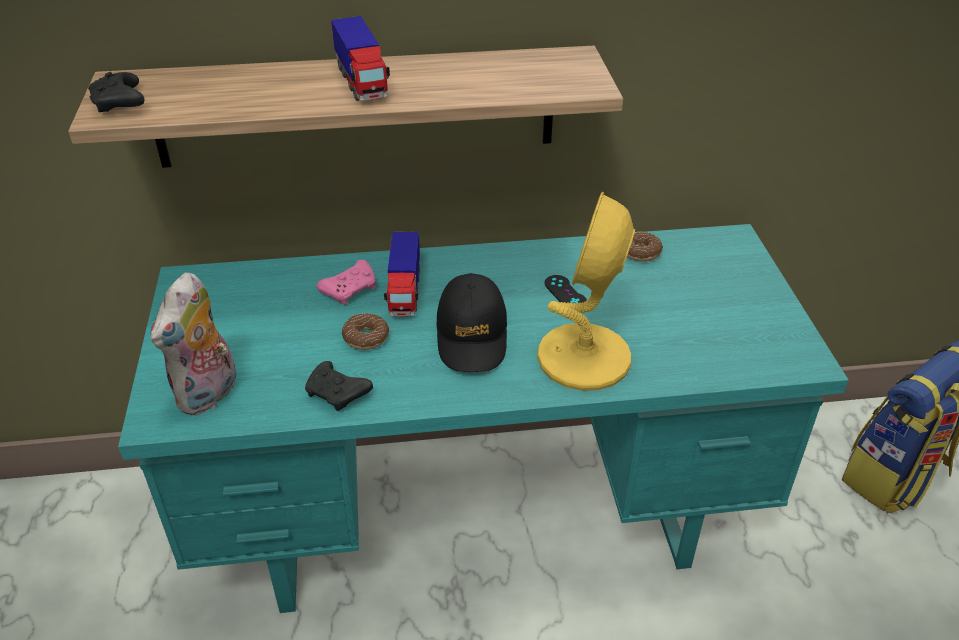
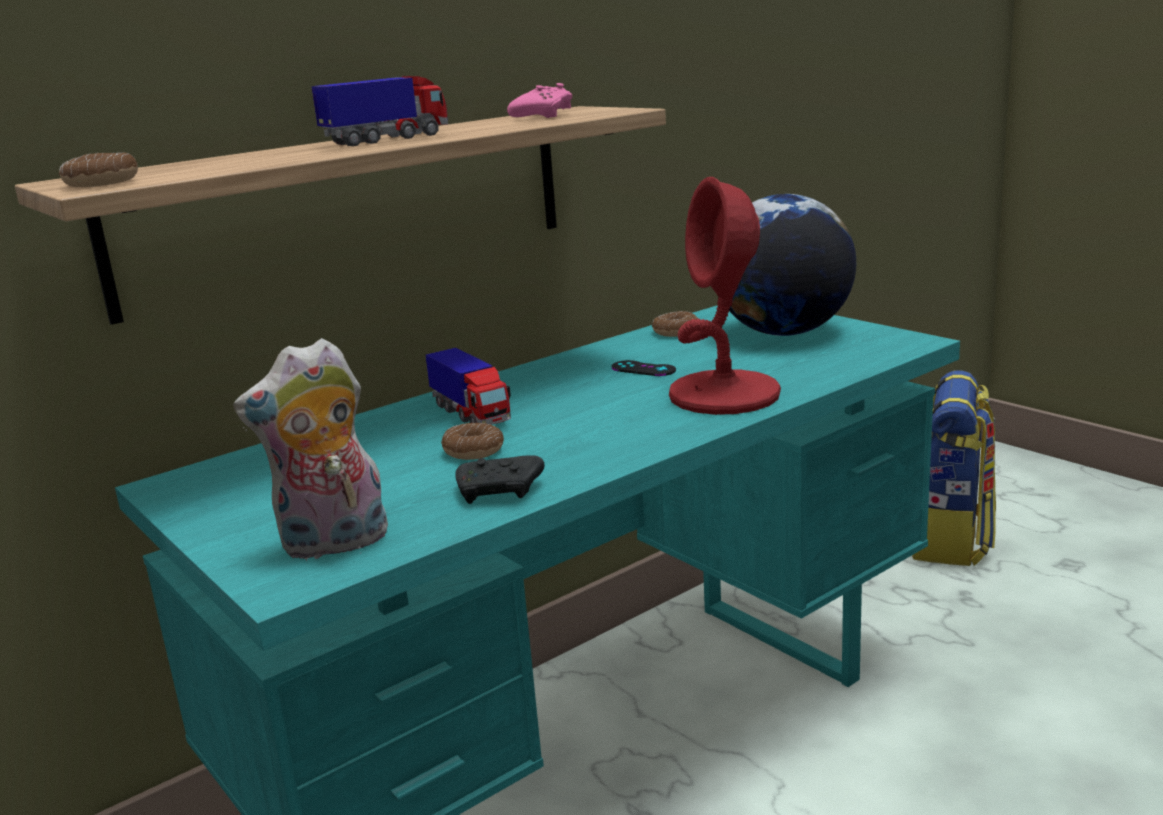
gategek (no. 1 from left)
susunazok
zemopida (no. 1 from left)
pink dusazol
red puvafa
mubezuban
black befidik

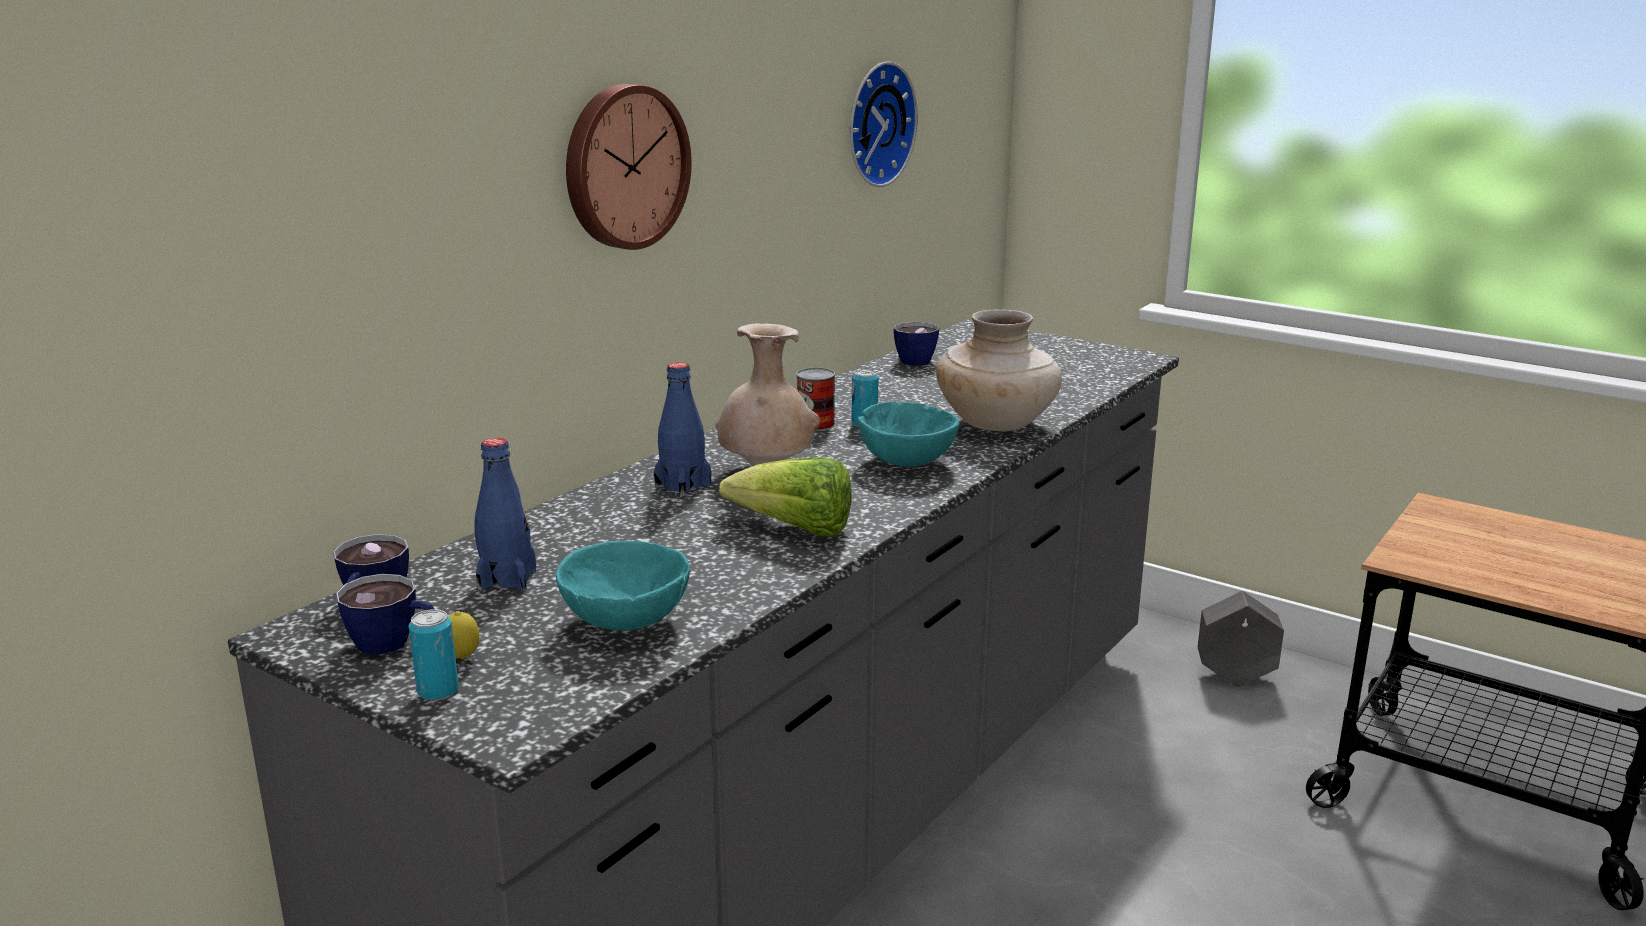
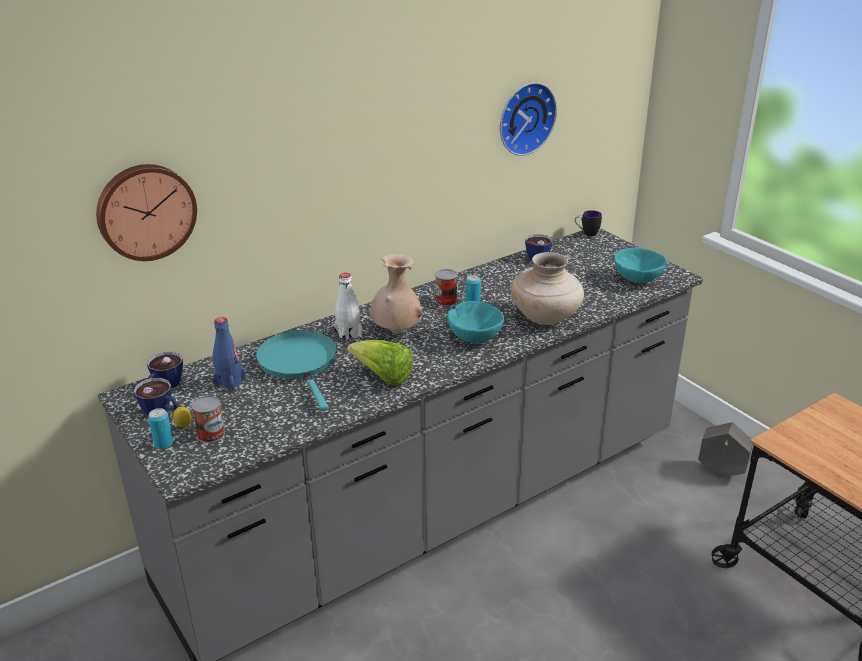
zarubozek (no. 1 from left)
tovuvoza (no. 2 from left)
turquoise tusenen
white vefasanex
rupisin
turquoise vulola (no. 2 from left)

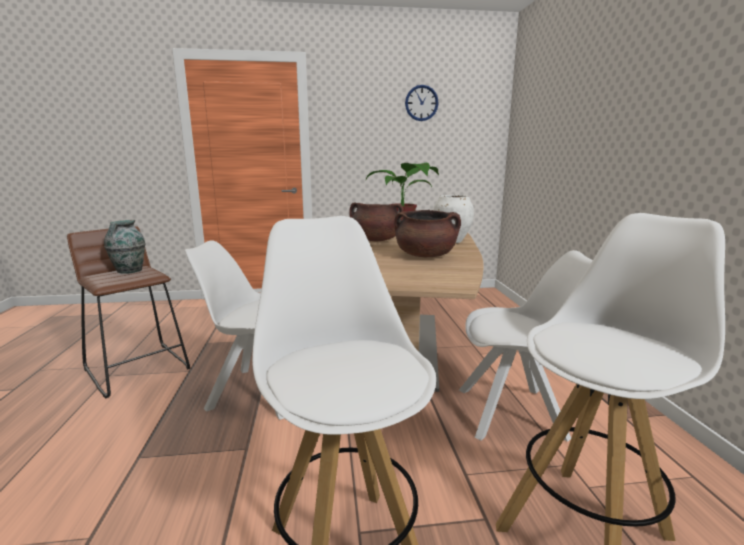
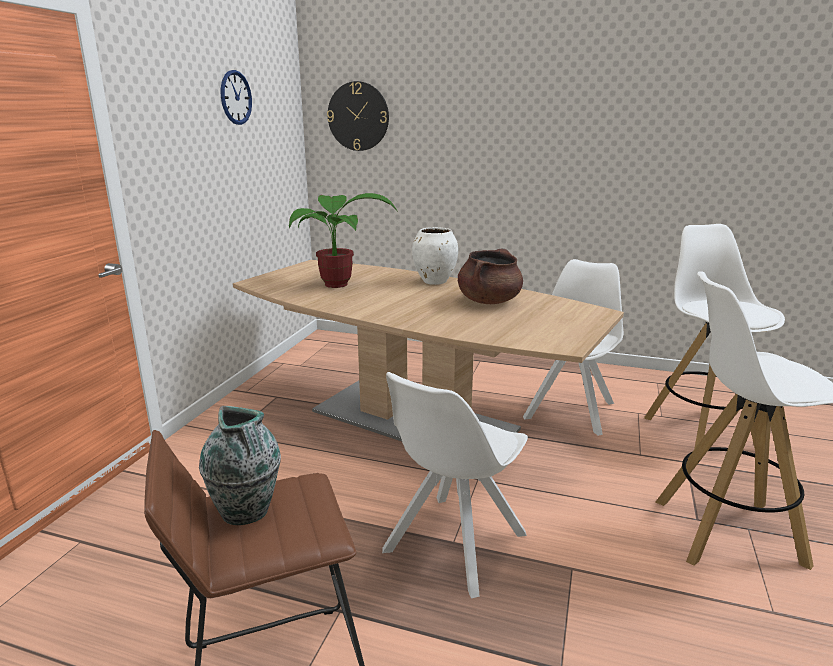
zarubozek (no. 2 from left)
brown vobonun (no. 1 from left in the first image)

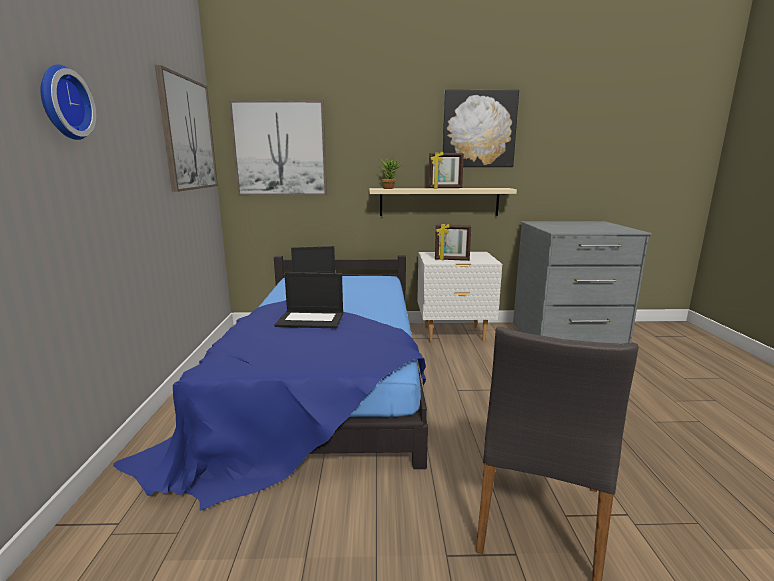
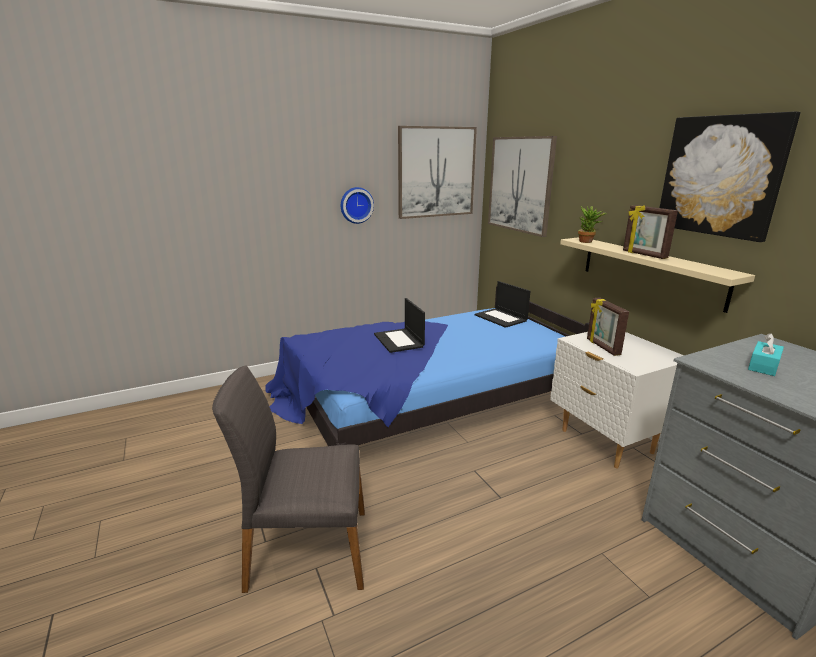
zarubozek
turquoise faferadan

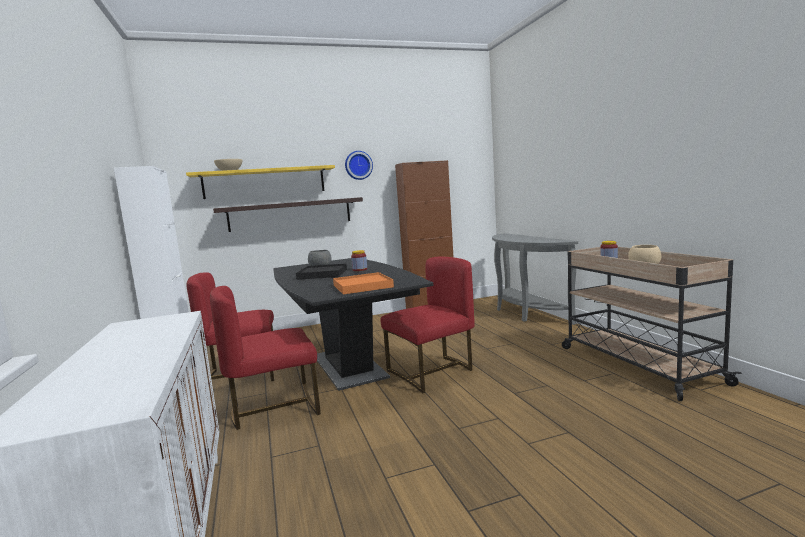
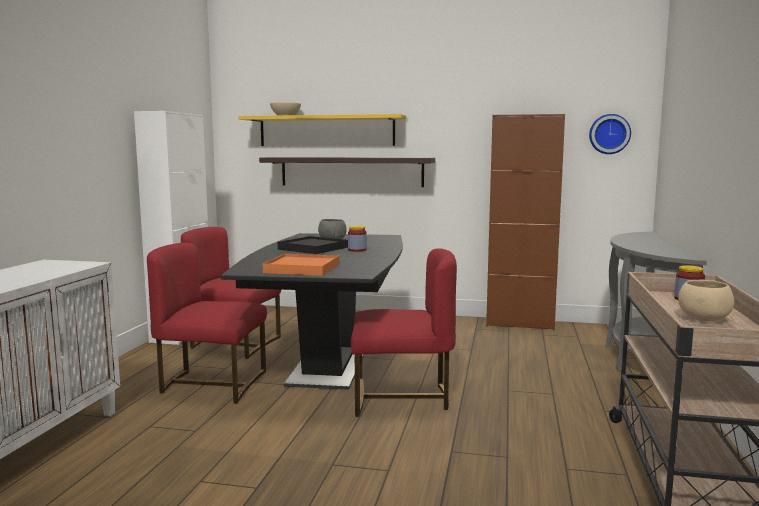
zarubozek

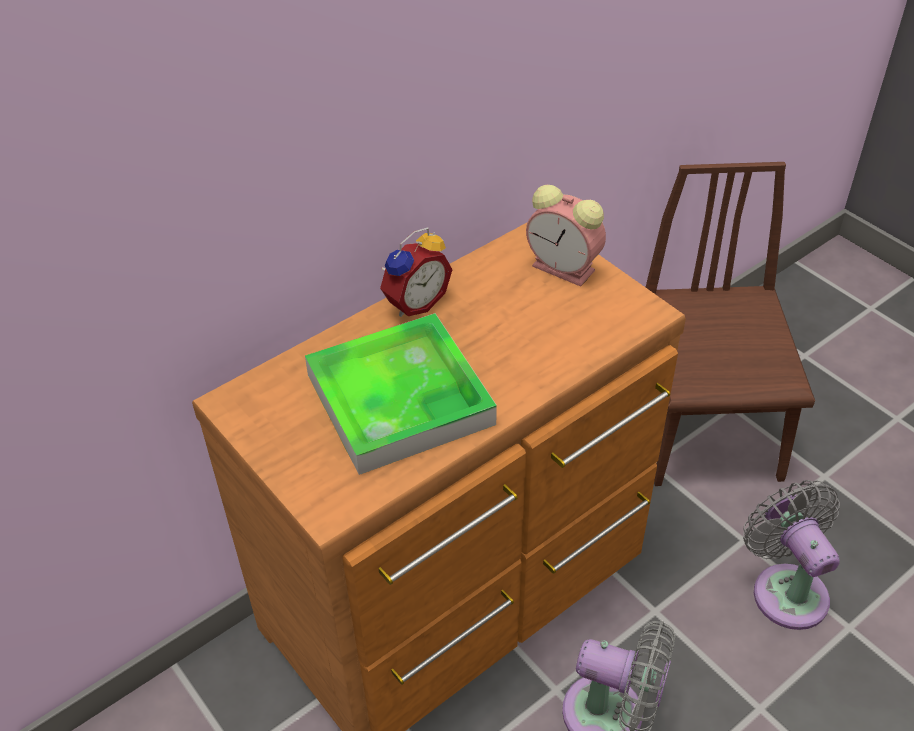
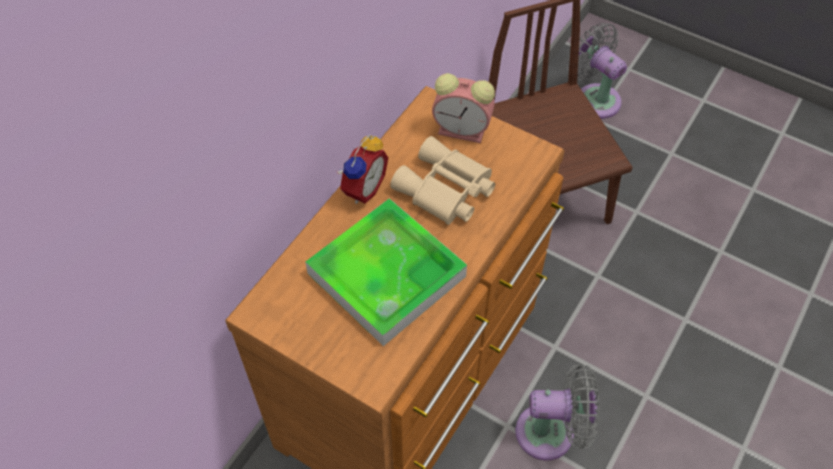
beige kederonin
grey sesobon (no. 2 from left)

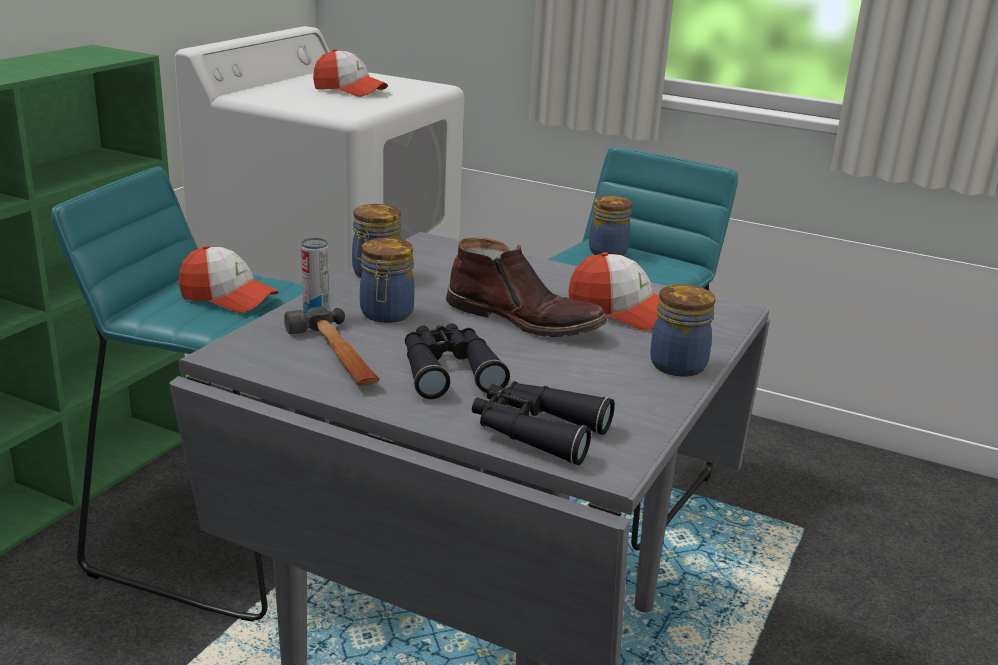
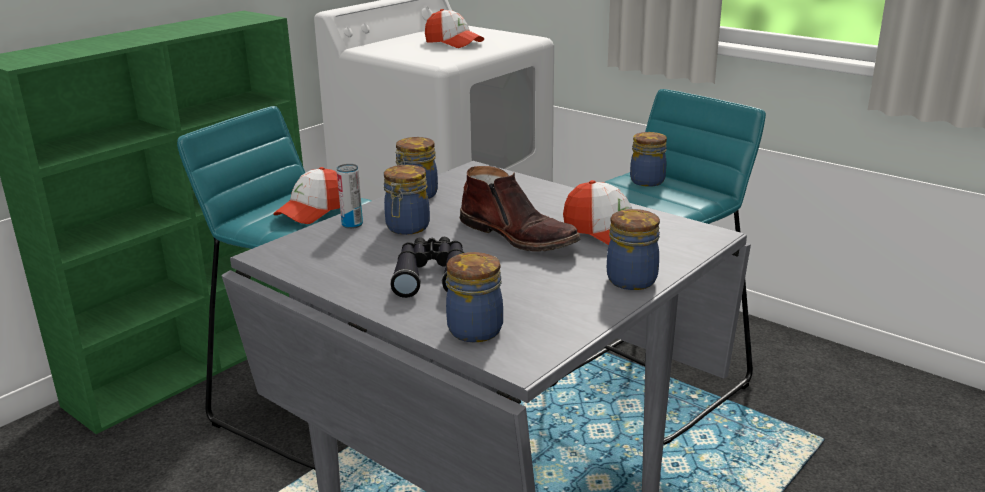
befidik (no. 1 from left)
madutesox (no. 3 from left)
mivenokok

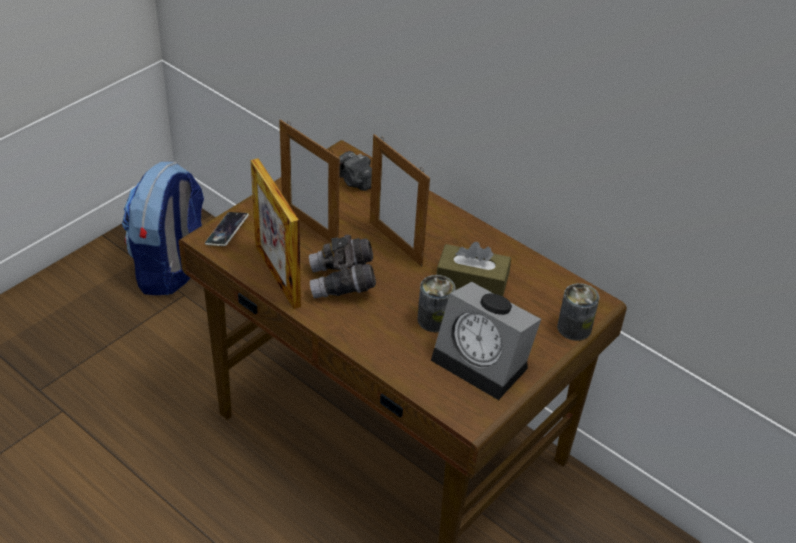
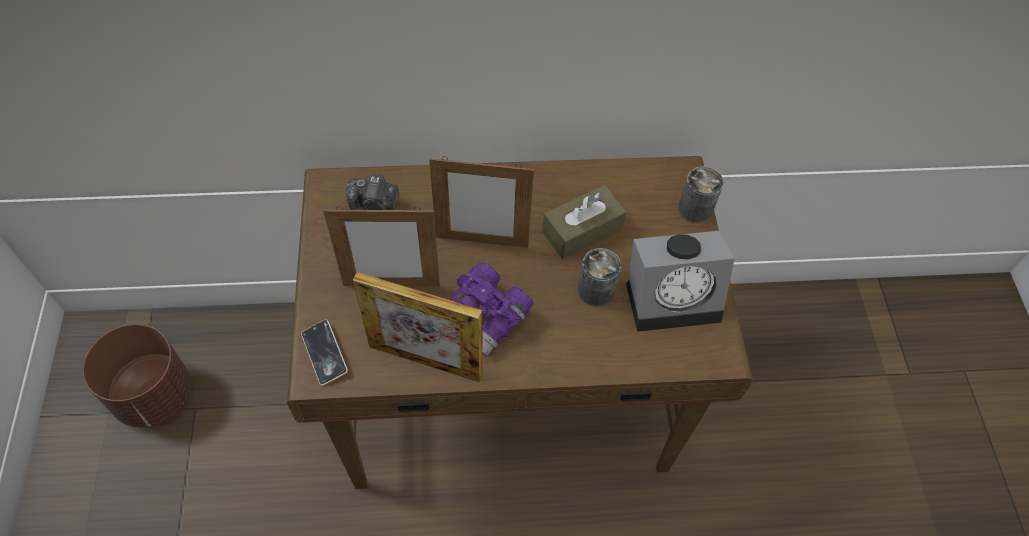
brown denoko
purple kederonin

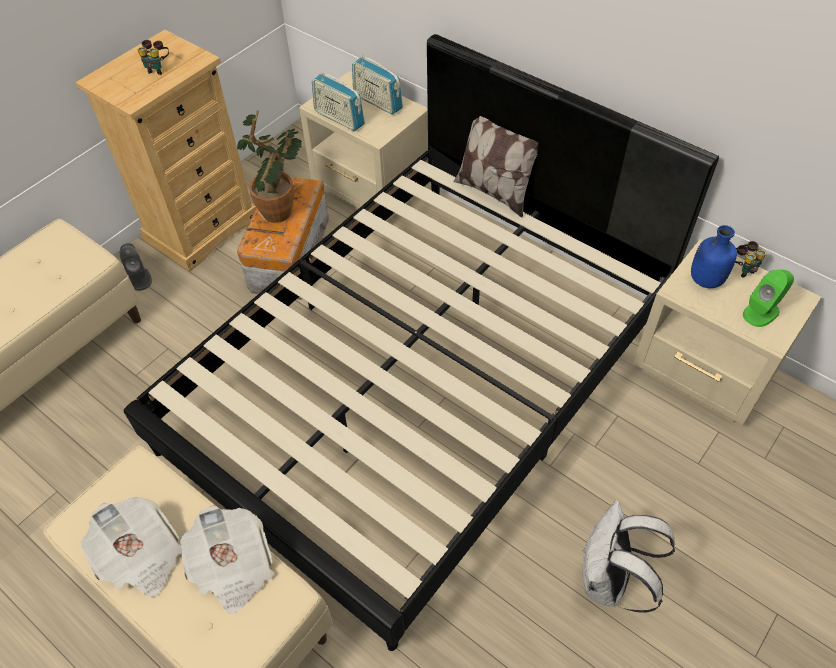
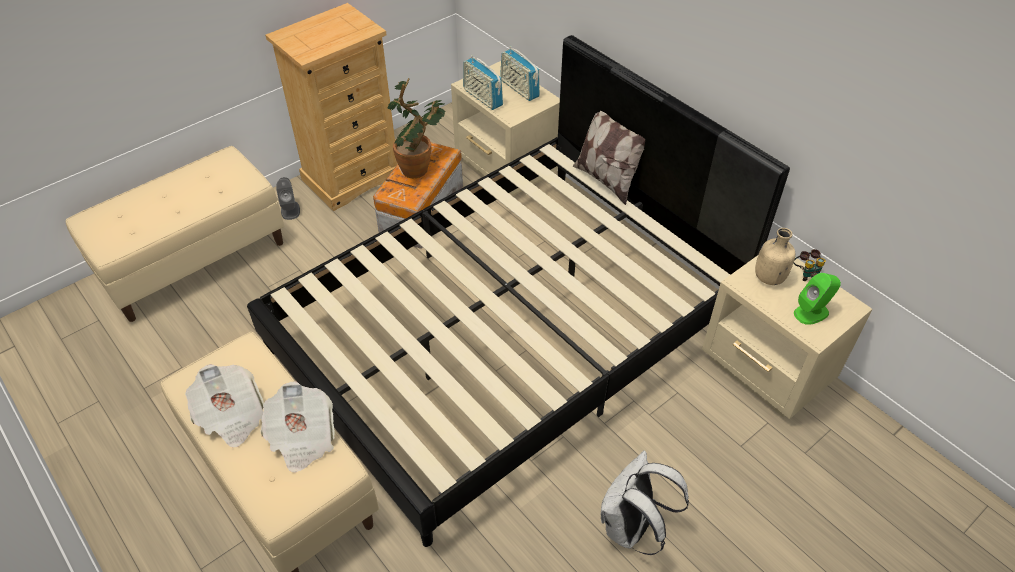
beige vefasanex
kederonin (no. 1 from left in the first image)

